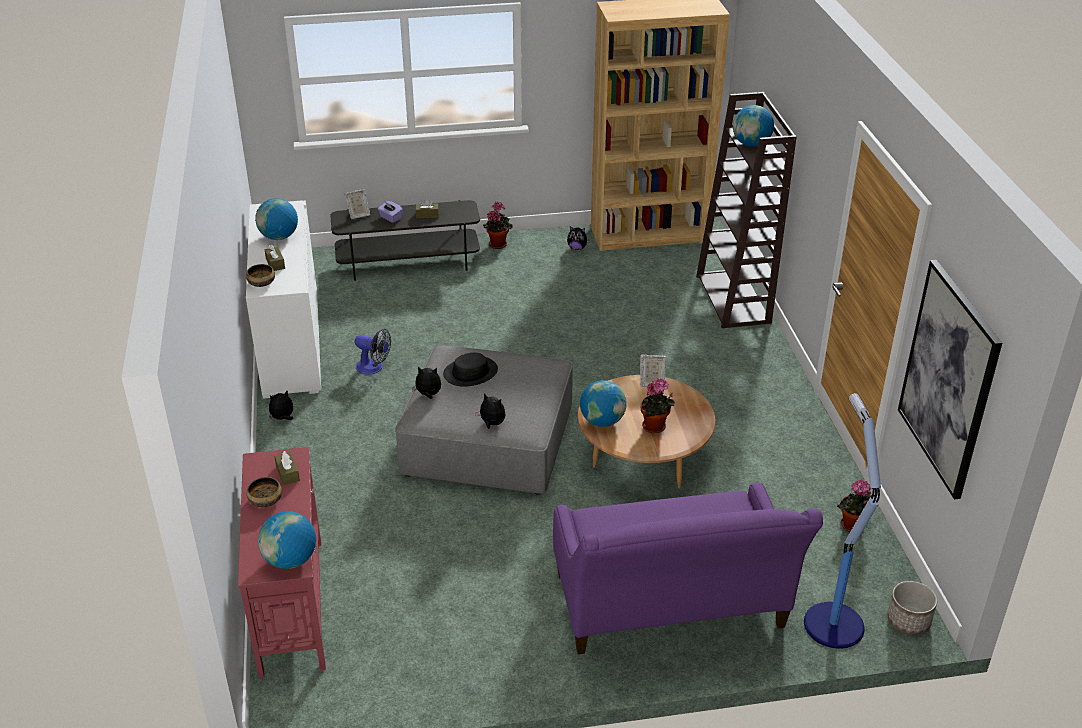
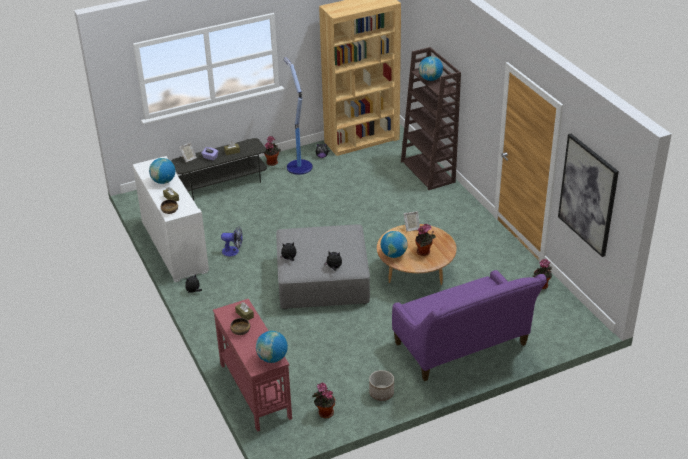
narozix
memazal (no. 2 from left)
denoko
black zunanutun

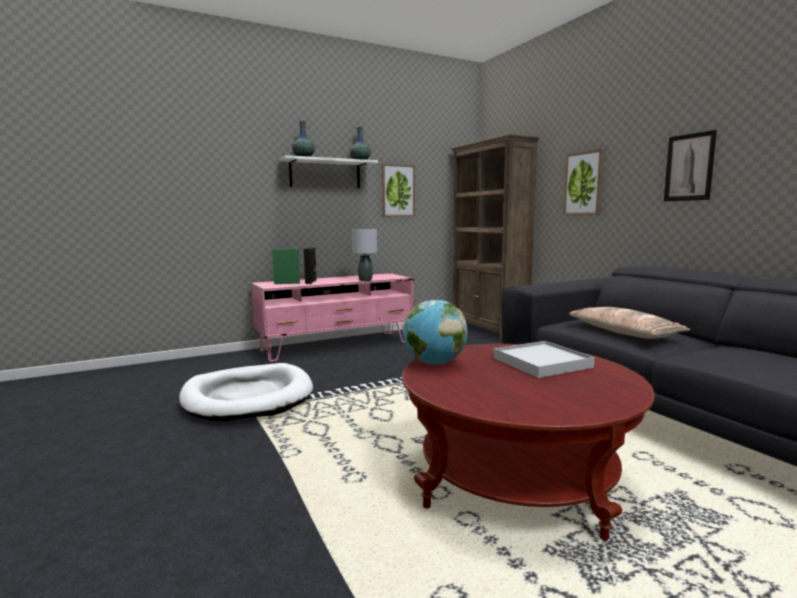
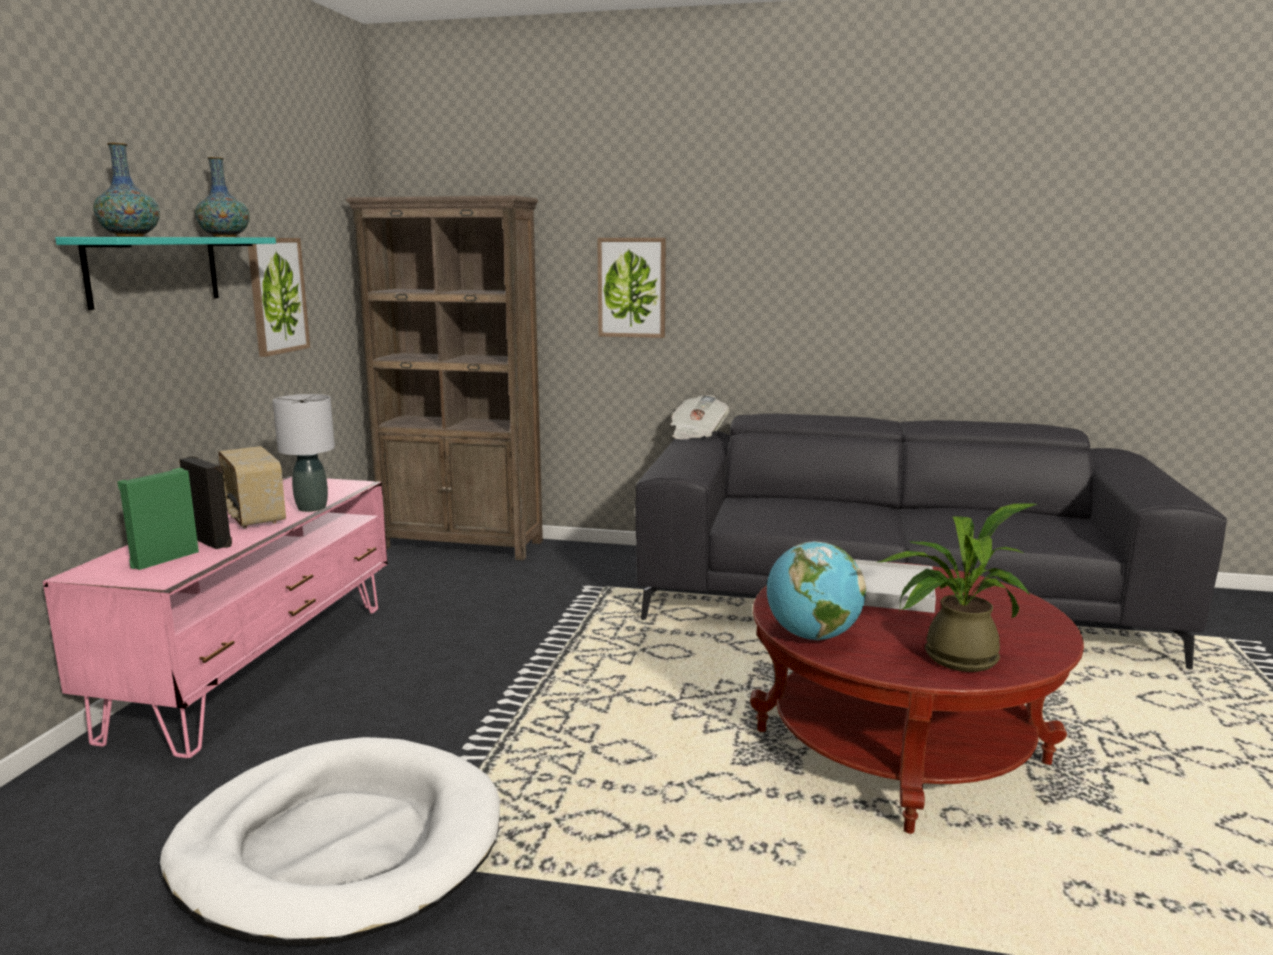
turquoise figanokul
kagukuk
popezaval
memazal
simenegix
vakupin (no. 3 from left in the first image)

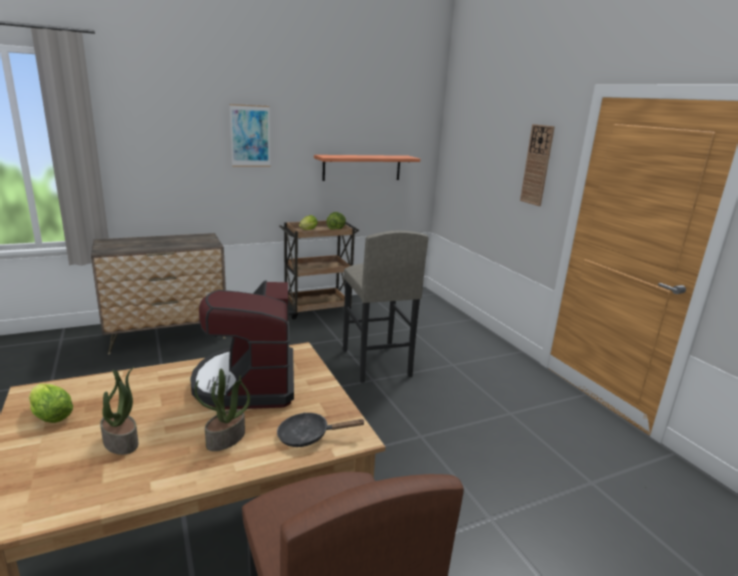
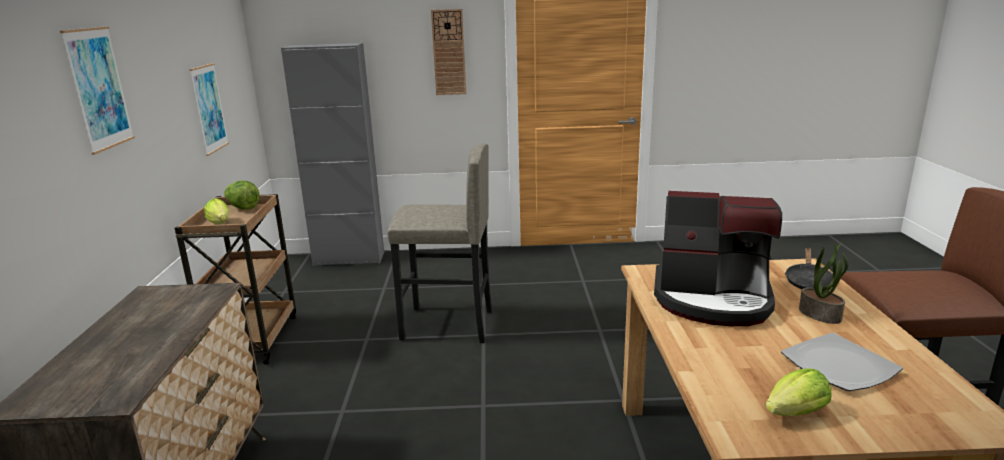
vakupin (no. 2 from left)
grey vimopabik
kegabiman

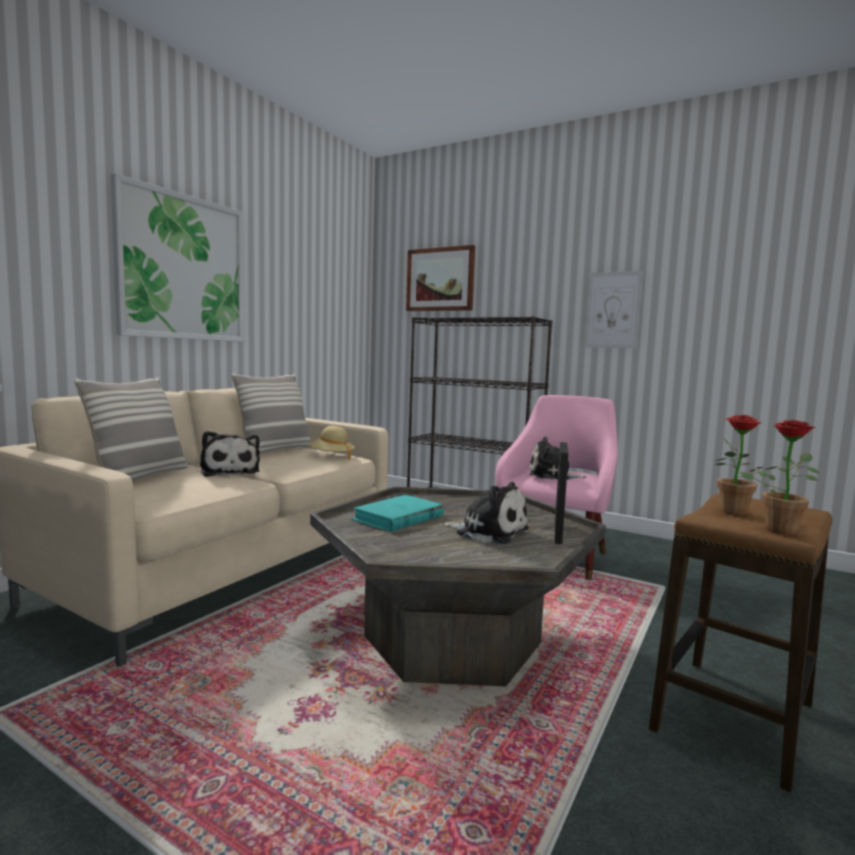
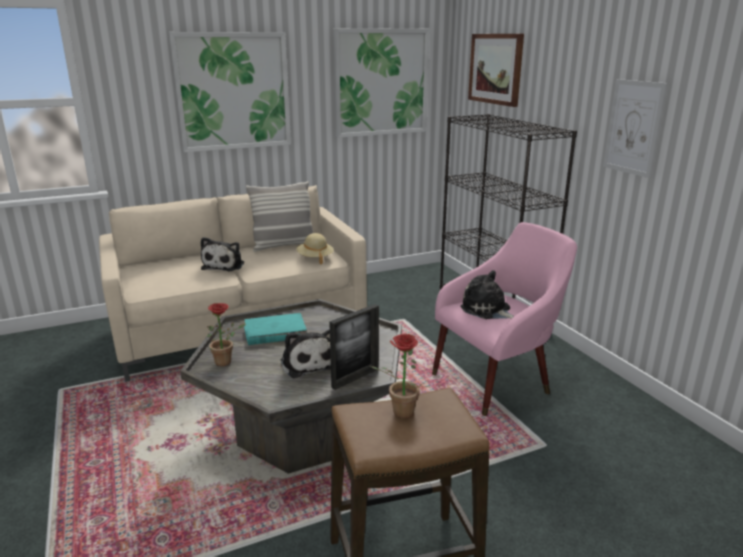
memazal (no. 1 from left)
vakupin (no. 2 from left)
simenegix (no. 1 from left in the first image)

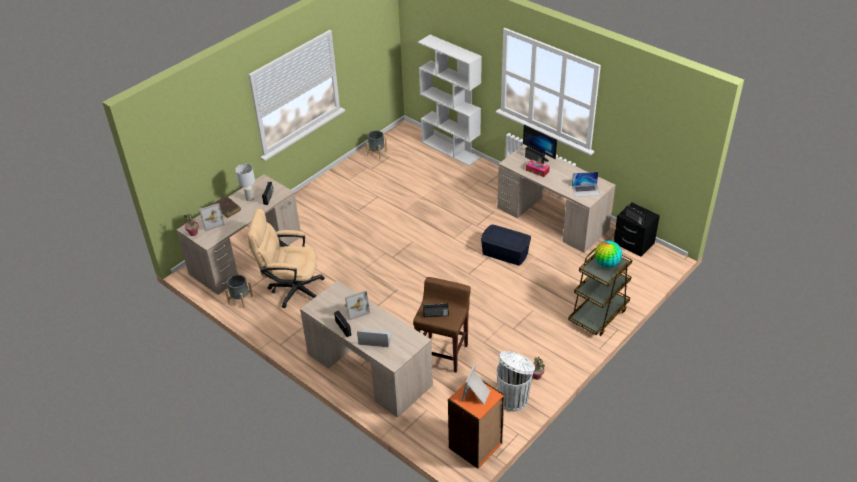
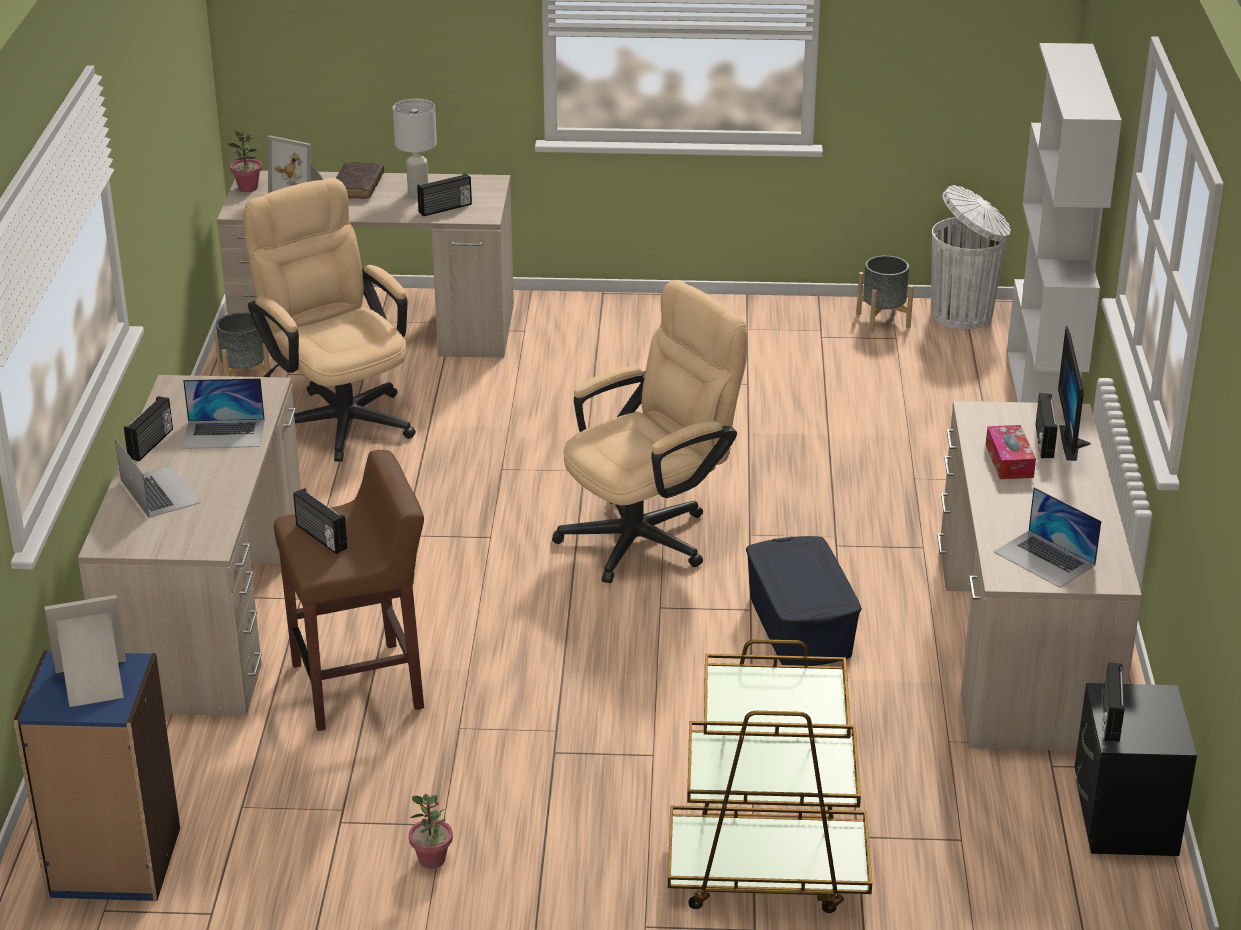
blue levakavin
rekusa (no. 2 from left)
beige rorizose (no. 2 from left)
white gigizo
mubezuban

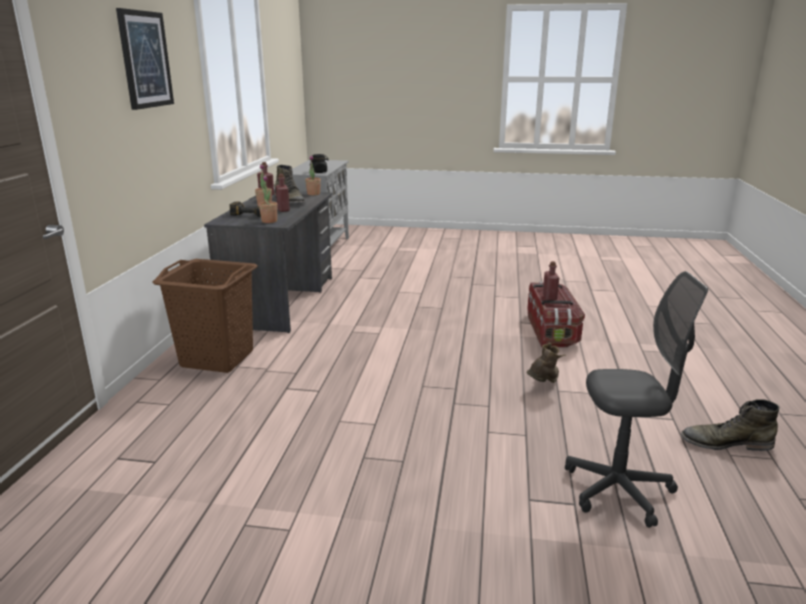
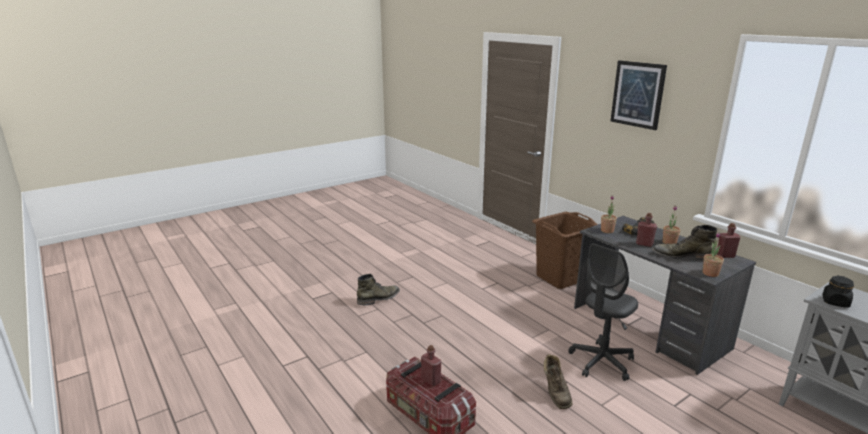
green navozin (no. 1 from left)
brown navozin
grey rorizose

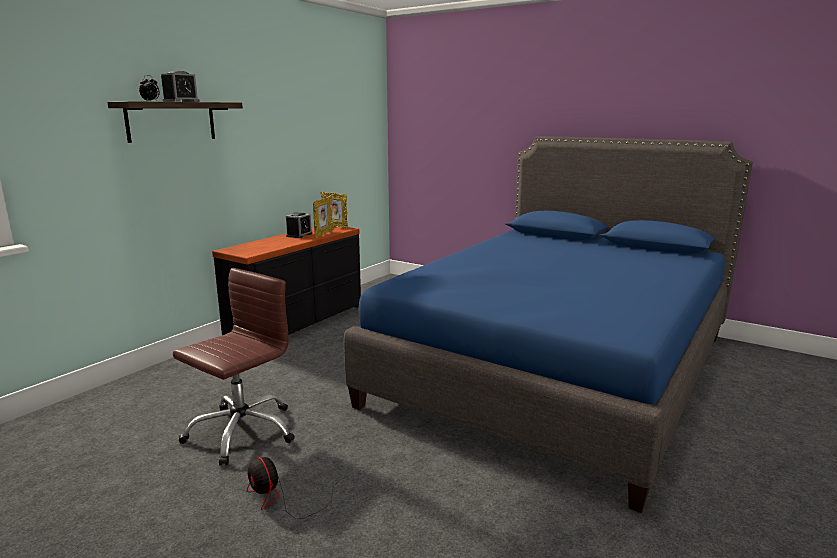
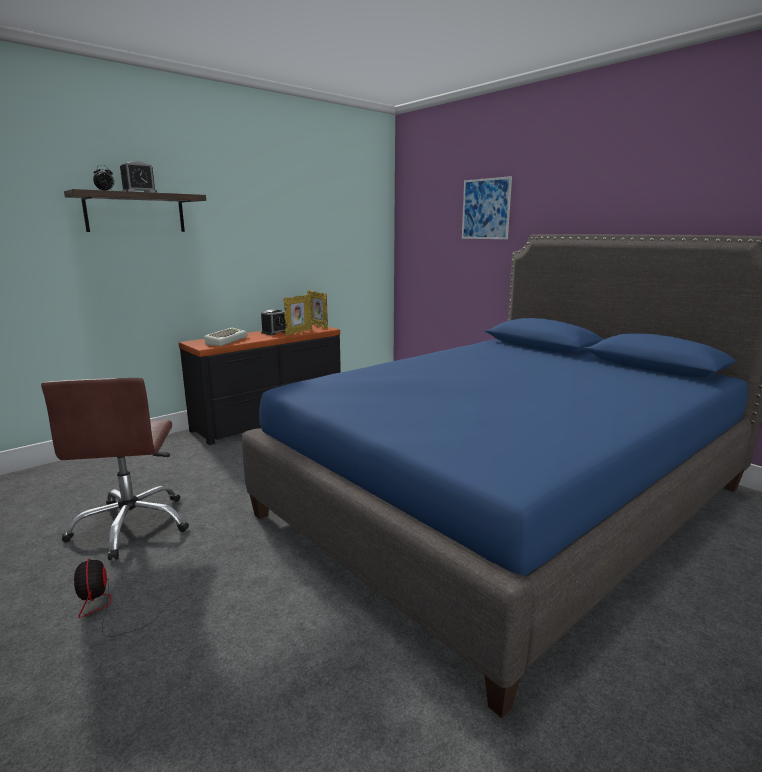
brown rorizose
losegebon
vakupin

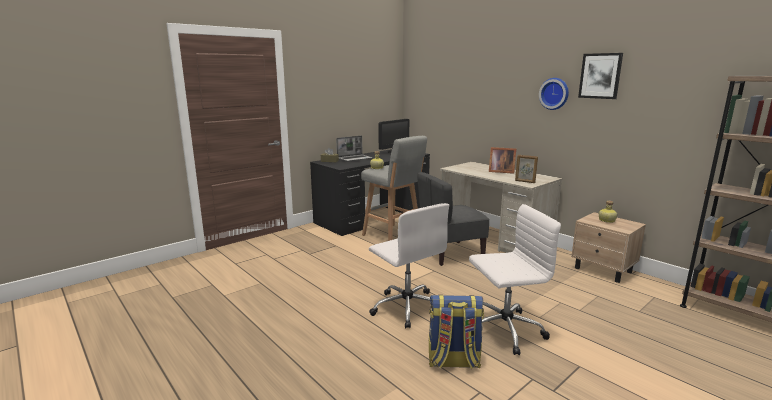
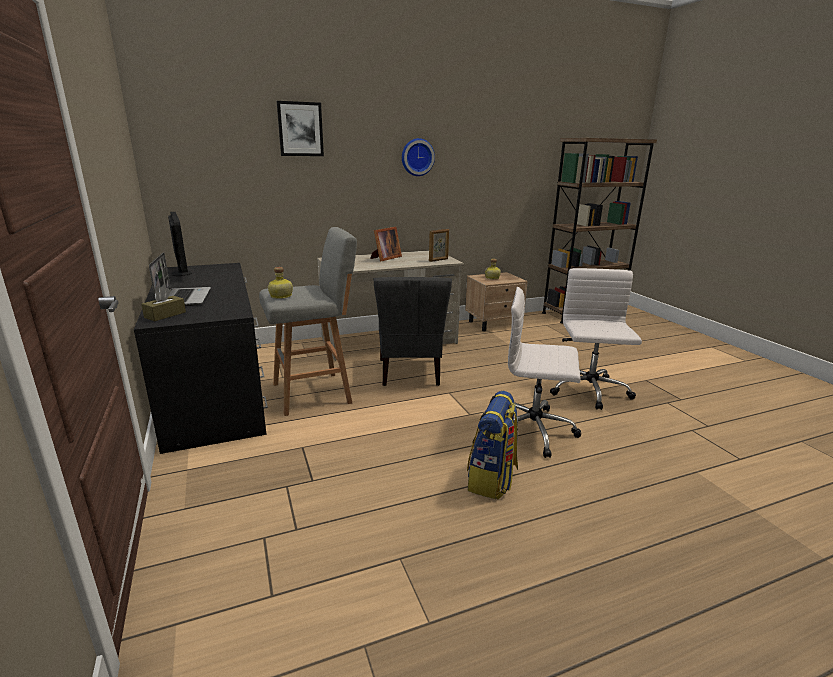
vakupin
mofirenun
white rorizose (no. 1 from left)

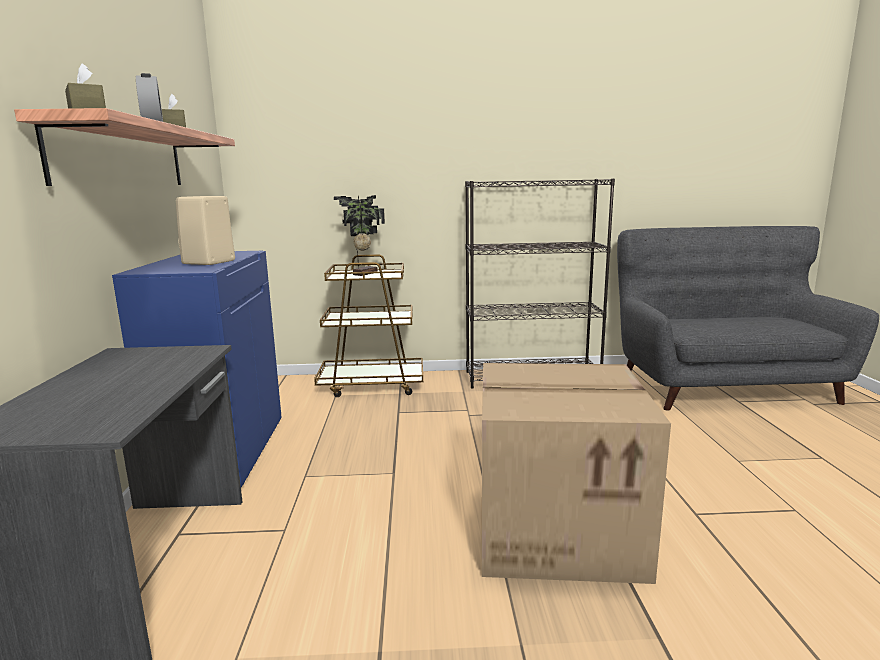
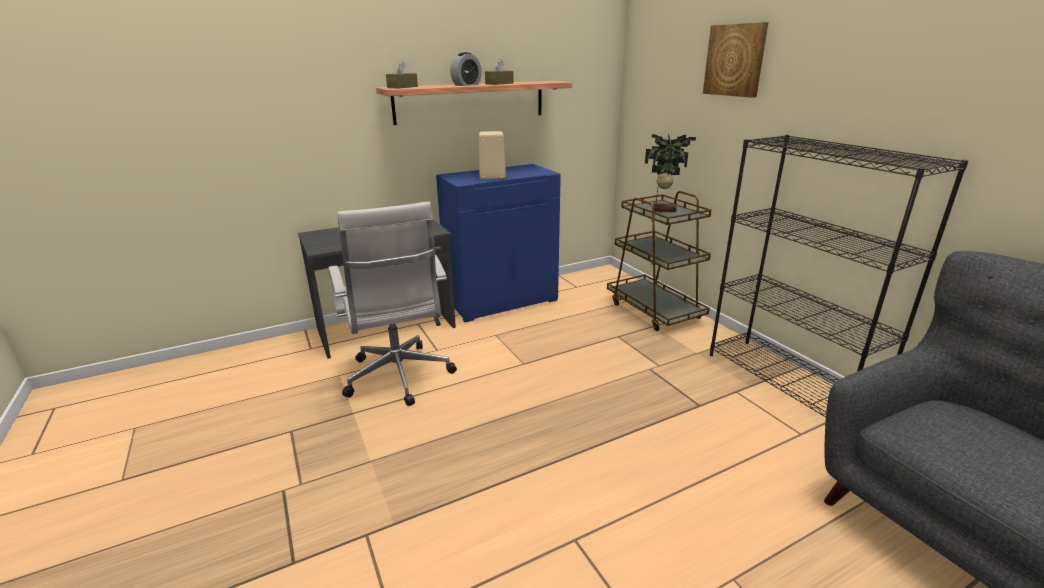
white rorizose
vakupin
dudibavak

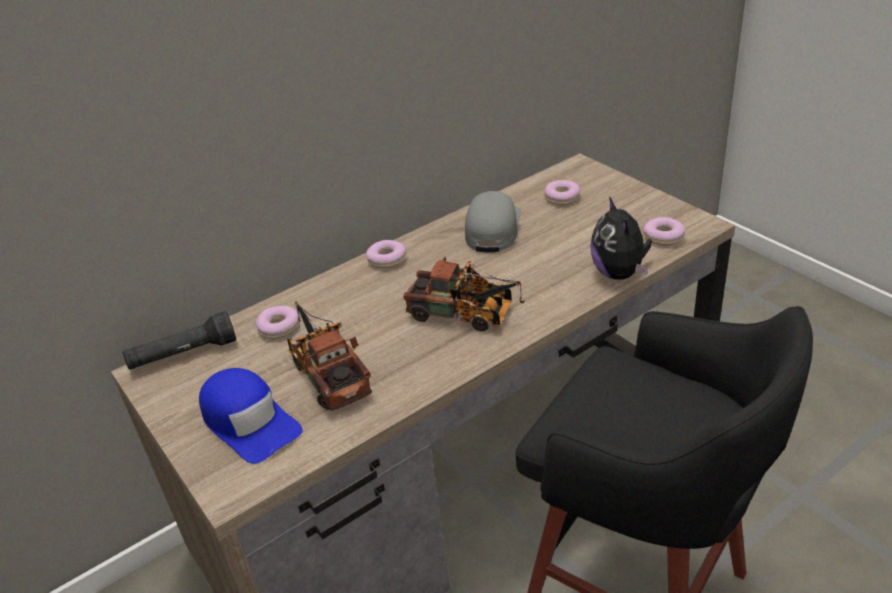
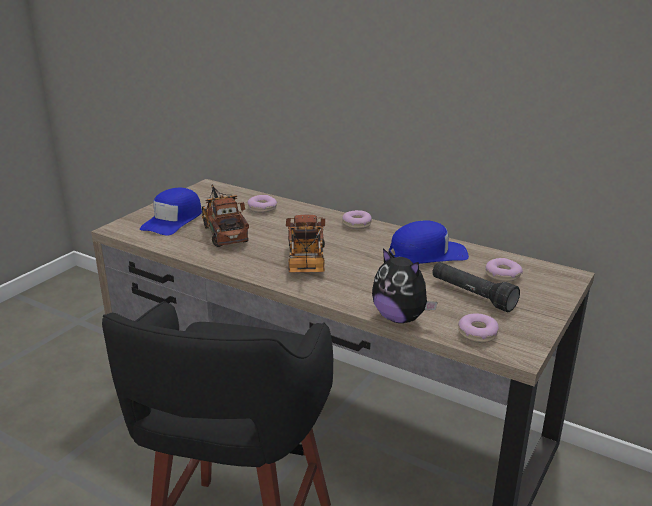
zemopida (no. 1 from left)
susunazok
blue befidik (no. 2 from left)
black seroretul

